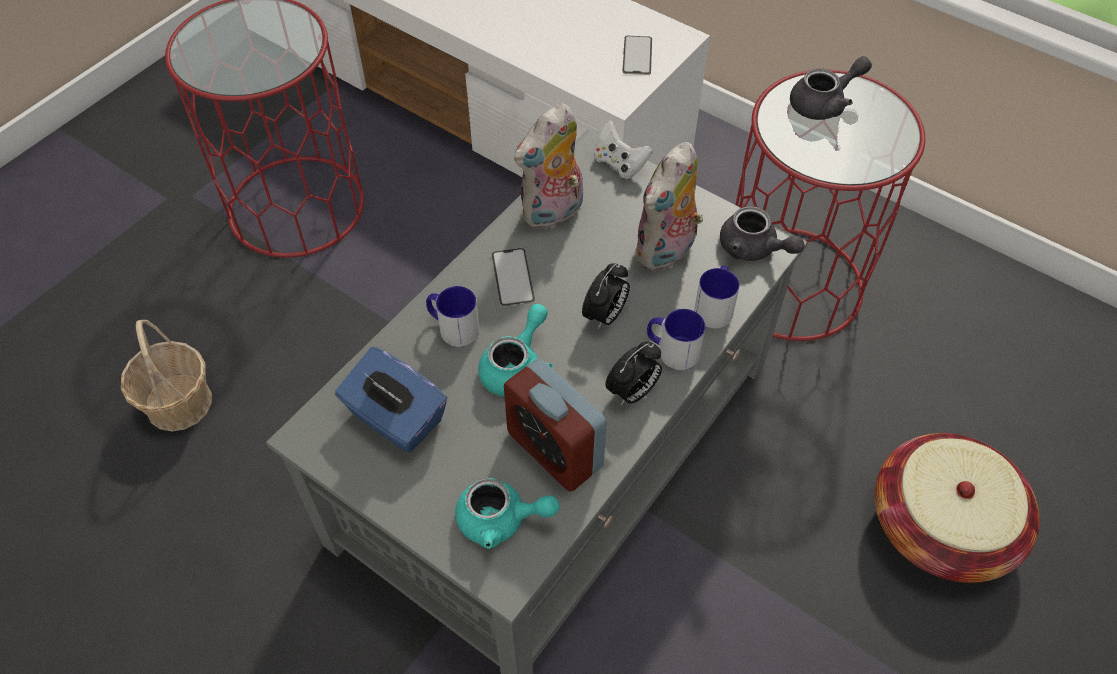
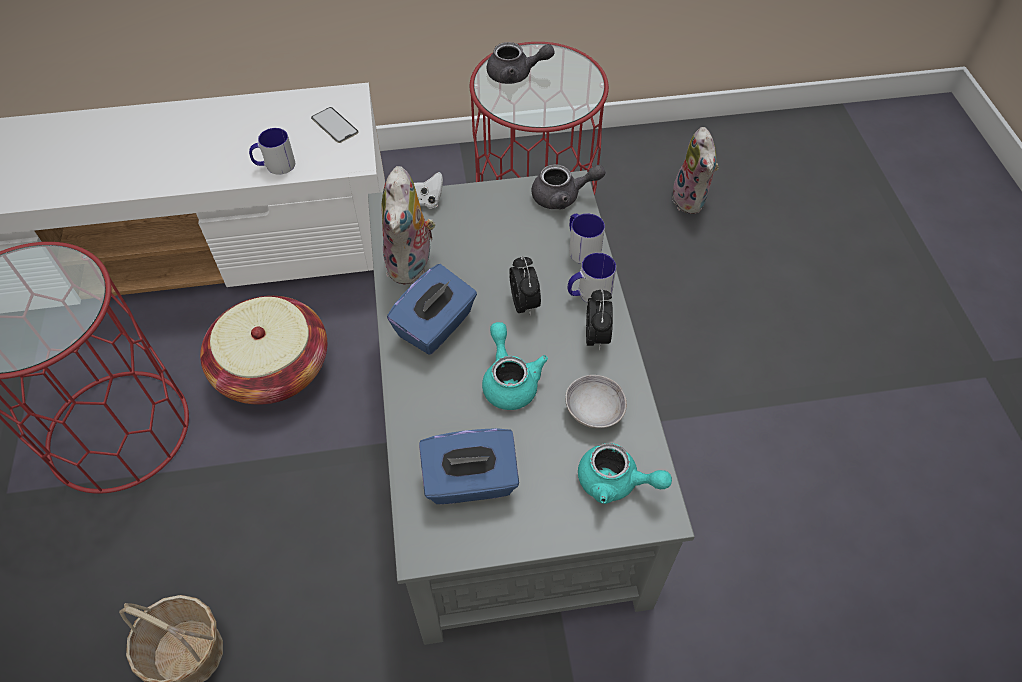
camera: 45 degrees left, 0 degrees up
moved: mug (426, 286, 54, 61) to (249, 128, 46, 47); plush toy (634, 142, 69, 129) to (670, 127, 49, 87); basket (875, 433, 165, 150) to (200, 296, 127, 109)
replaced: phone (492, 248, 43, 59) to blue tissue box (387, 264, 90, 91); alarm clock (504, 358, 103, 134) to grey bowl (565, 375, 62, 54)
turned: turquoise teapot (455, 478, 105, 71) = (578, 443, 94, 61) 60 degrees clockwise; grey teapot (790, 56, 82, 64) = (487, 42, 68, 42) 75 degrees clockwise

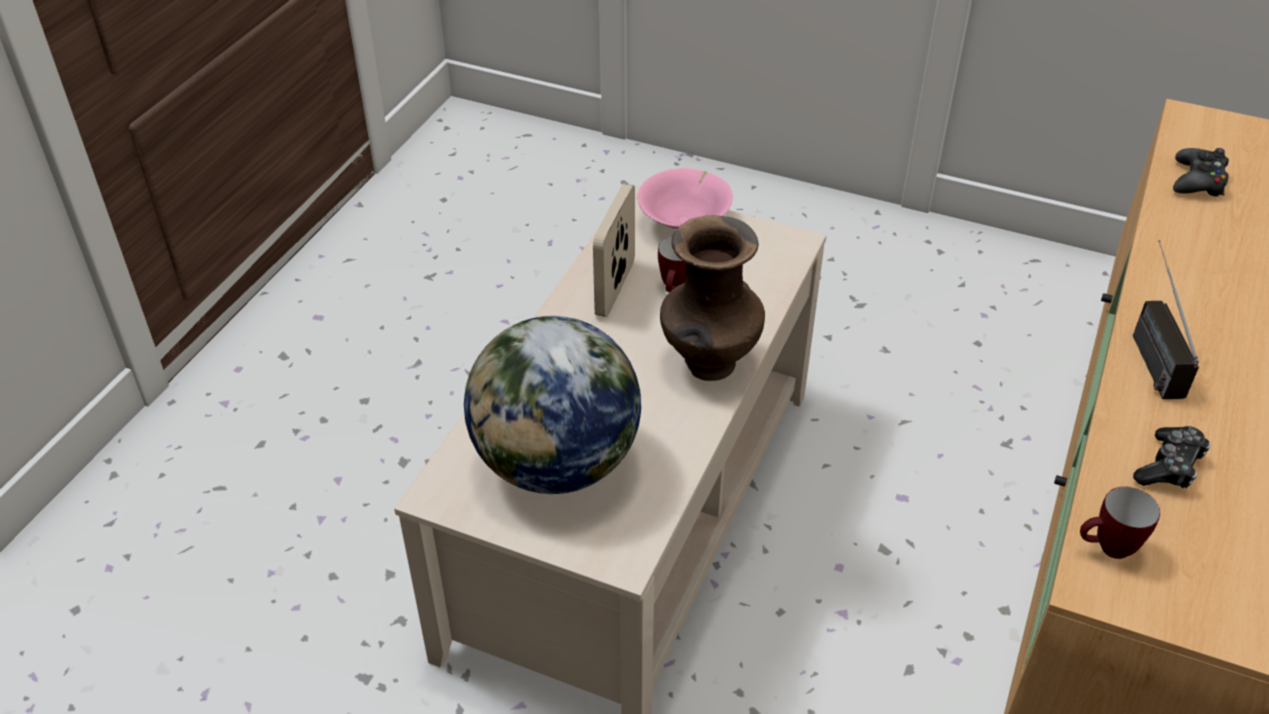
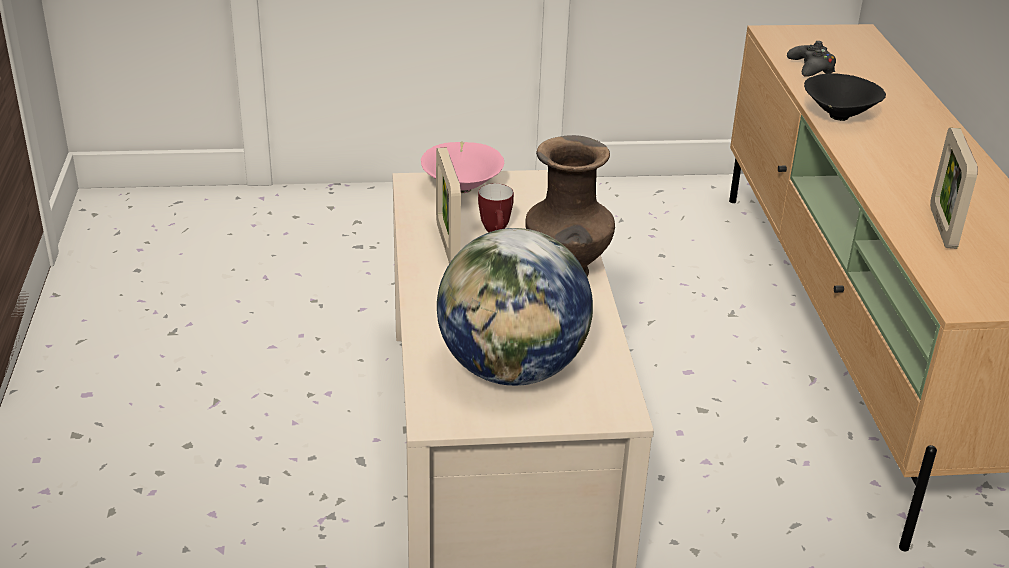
camera: 30 degrees left, 10 degrees down
removed: mug (1080, 487, 80, 72); radio (1133, 240, 66, 159)
added: black bowl (804, 73, 82, 48)
replaced: game controller (1133, 426, 78, 63) to picture frame (930, 128, 48, 121)

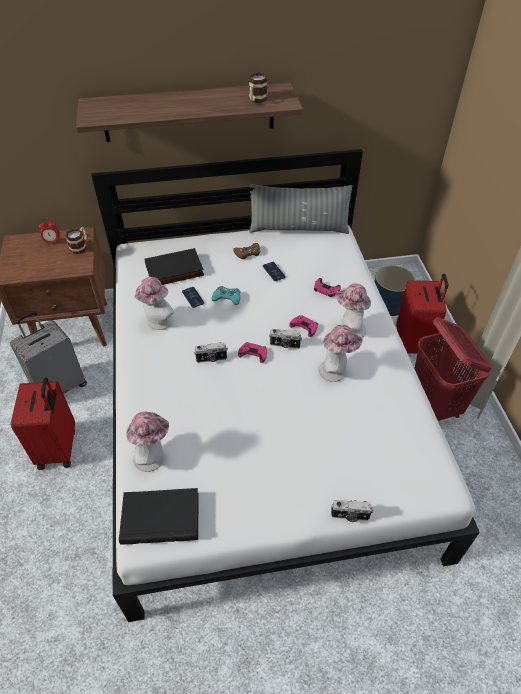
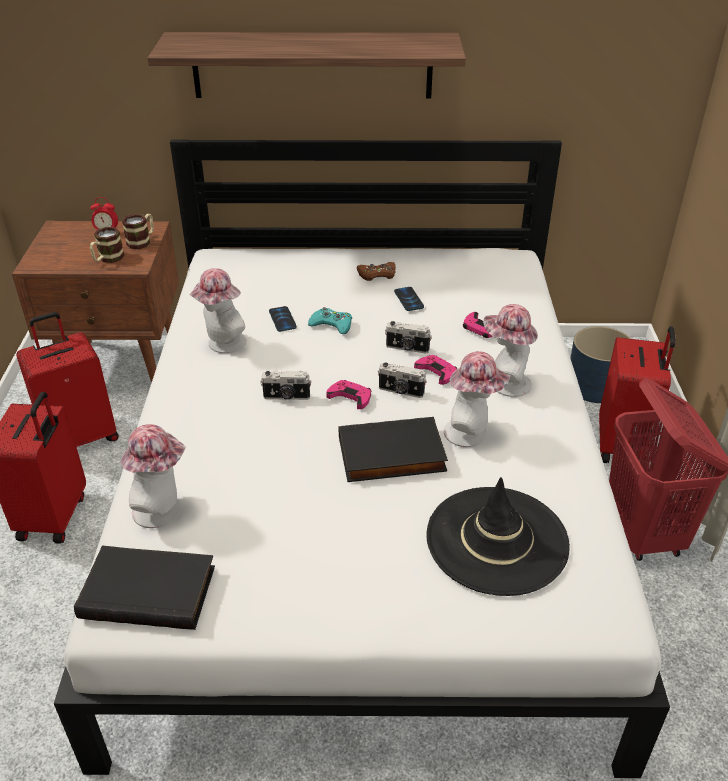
camera: 10 degrees right, 10 degrees down
removed: grey pillow (249, 184, 103, 50)
added: black hat (426, 477, 144, 119)
moved: black book (144, 248, 60, 37) to (339, 417, 109, 65); mug (249, 73, 18, 30) to (90, 227, 35, 36); photo camera (331, 500, 42, 22) to (385, 321, 47, 33)
recoloured: grey suitcase (10, 311, 77, 83) to red suitcase (16, 312, 103, 135)

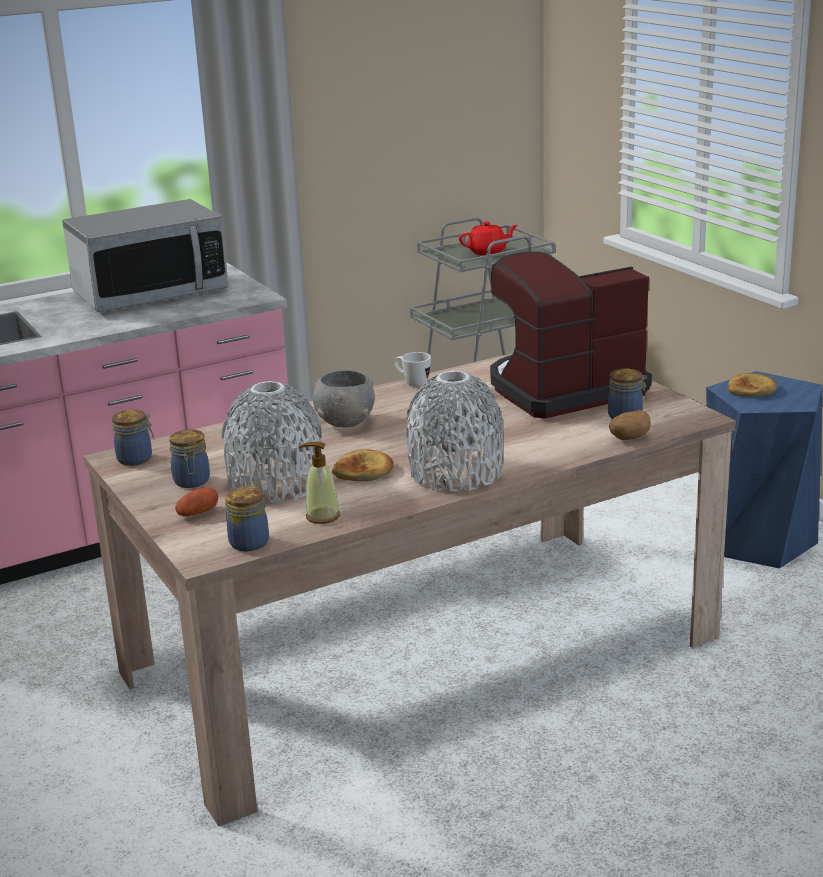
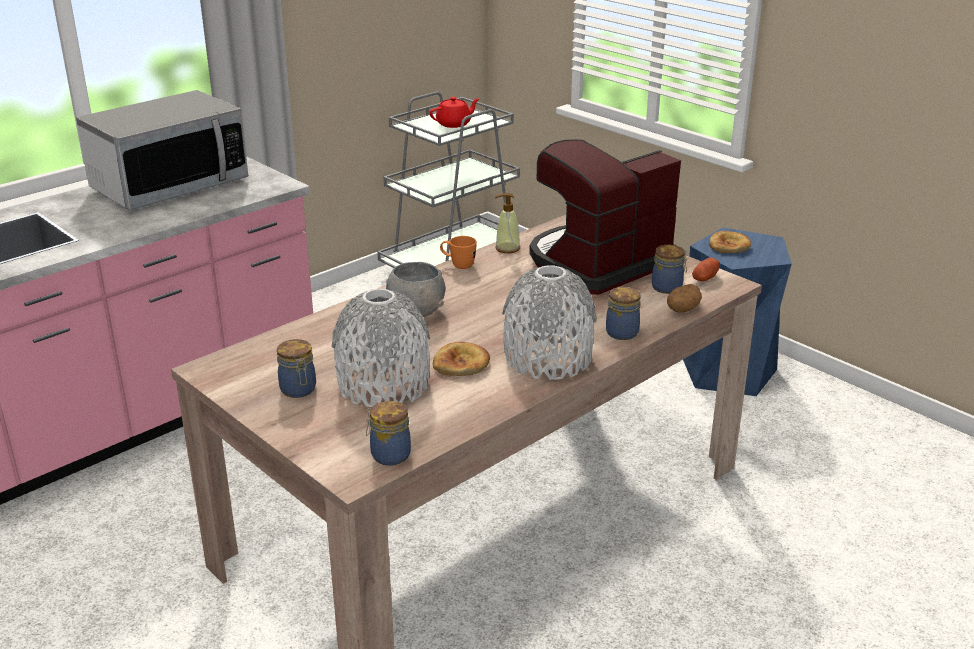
camera: 15 degrees left, 5 degrees up
moved: jar (112, 410, 43, 56) to (606, 287, 35, 53); potato (175, 487, 43, 29) to (692, 258, 28, 23); soap dispenser (299, 442, 41, 82) to (495, 193, 25, 60)
recoloured: white mug (394, 352, 37, 35) to orange mug (440, 236, 37, 33)

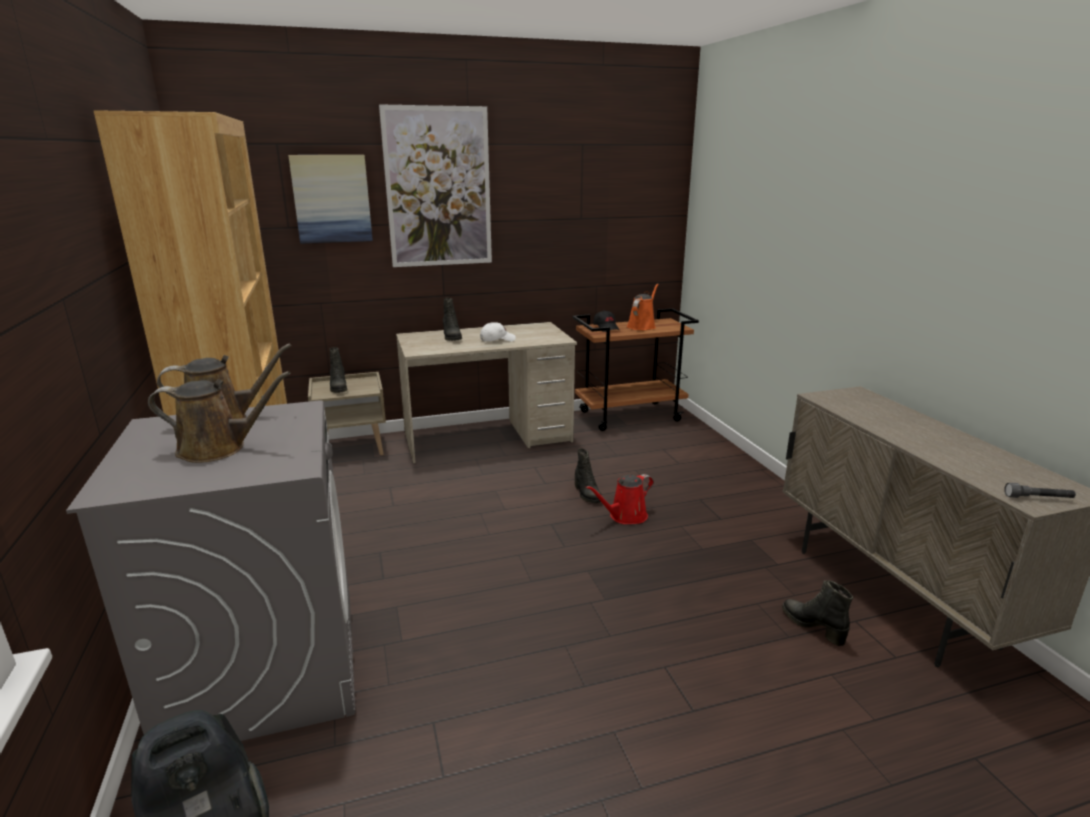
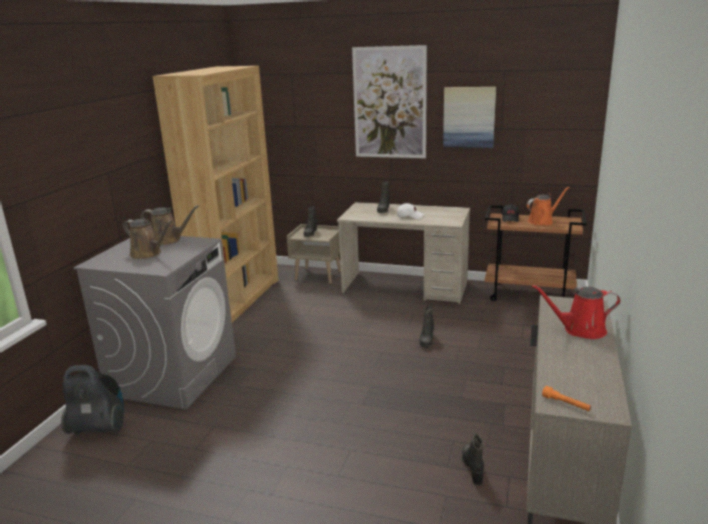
camera: 35 degrees right, 0 degrees up
moved: picture (288, 155, 85, 89) to (443, 87, 53, 61); red watering can (586, 474, 68, 50) to (532, 285, 89, 54)
recoloured: grey flashlight (1004, 483, 72, 15) to orange flashlight (542, 386, 49, 25)

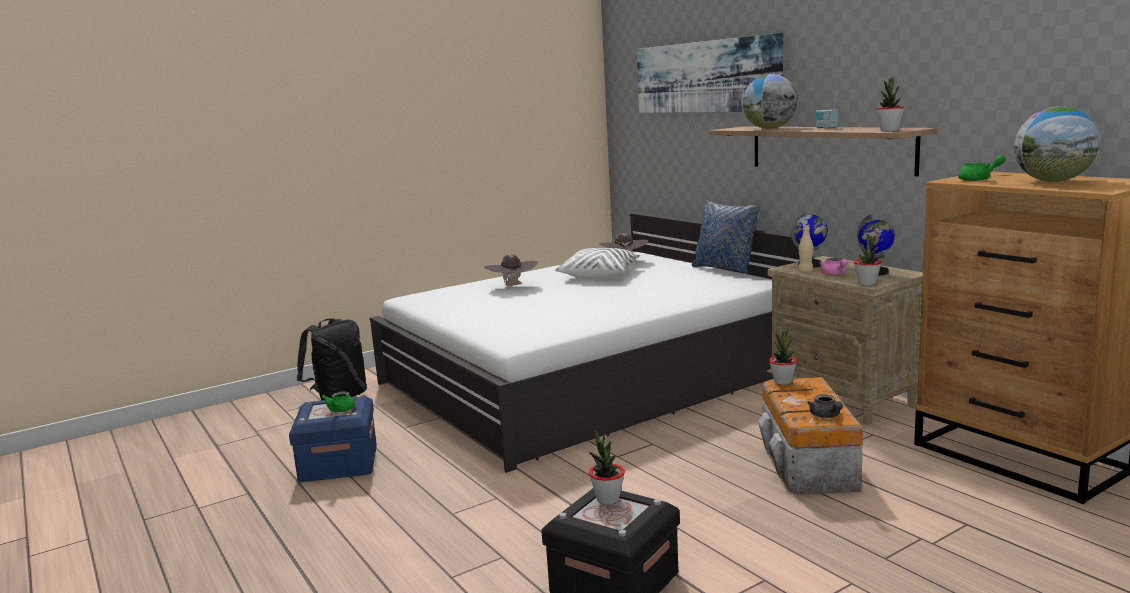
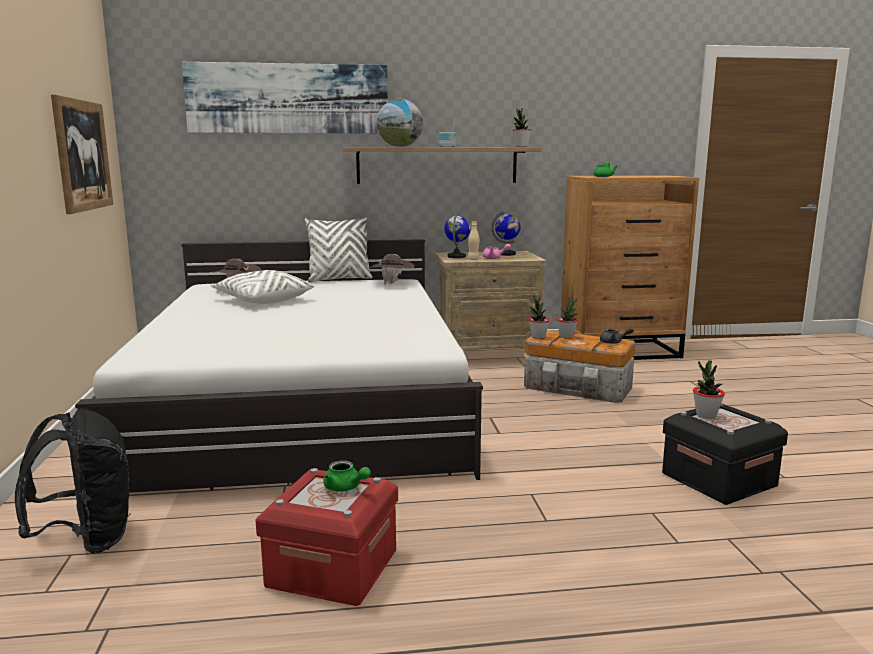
camera: 65 degrees left, 0 degrees up
removed: globe (1014, 106, 86, 76)
added: picture (51, 95, 62, 119)
moved: brown hat (484, 254, 54, 32) to (371, 254, 43, 30); potted plant (854, 234, 28, 52) to (557, 297, 21, 42)
recoloured: blue storage box (289, 395, 88, 88) to red storage box (255, 468, 143, 138); blue pillow (692, 200, 69, 74) to white pillow (305, 218, 68, 65)

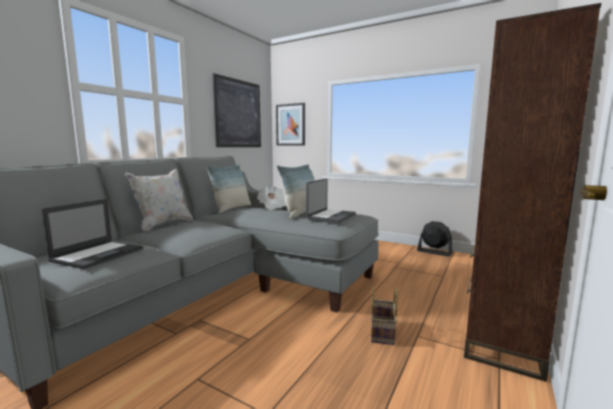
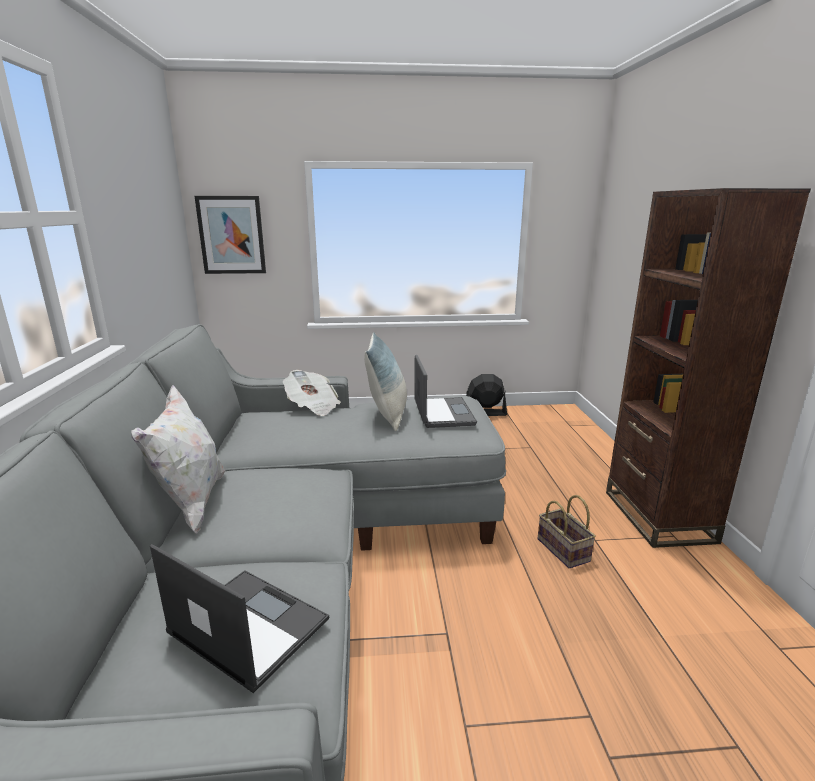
camera: 35 degrees left, 10 degrees up
removed: pillow (206, 165, 45, 48); picture (212, 73, 49, 74)
turned: laptop (42, 199, 101, 70) = (150, 544, 179, 149) 45 degrees counterclockwise

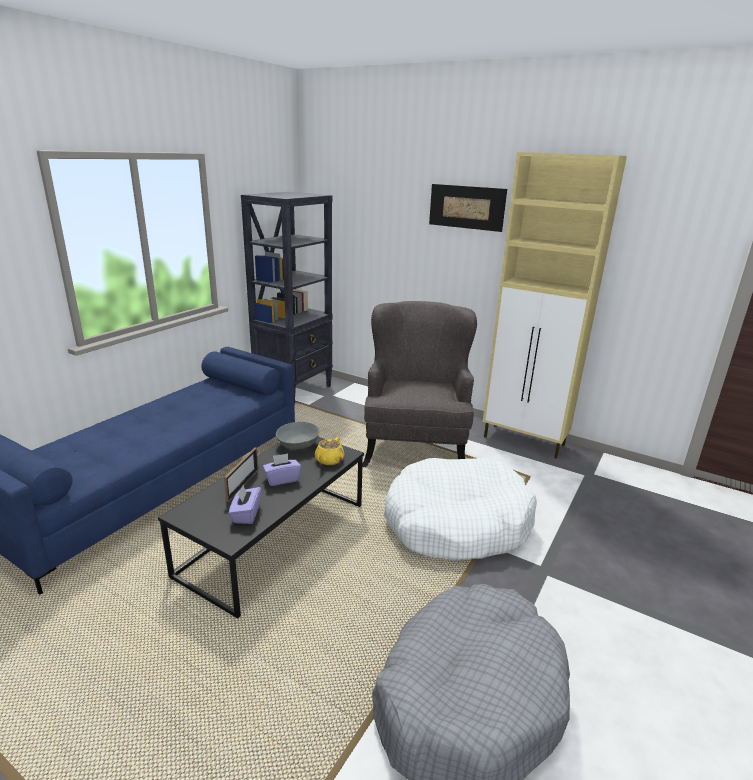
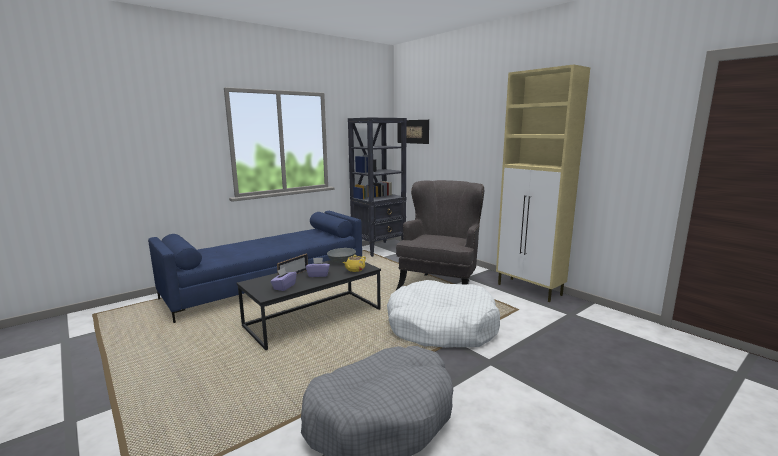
camera: 20 degrees right, 10 degrees down
moved: picture (429, 184, 78, 48) to (397, 120, 32, 24)

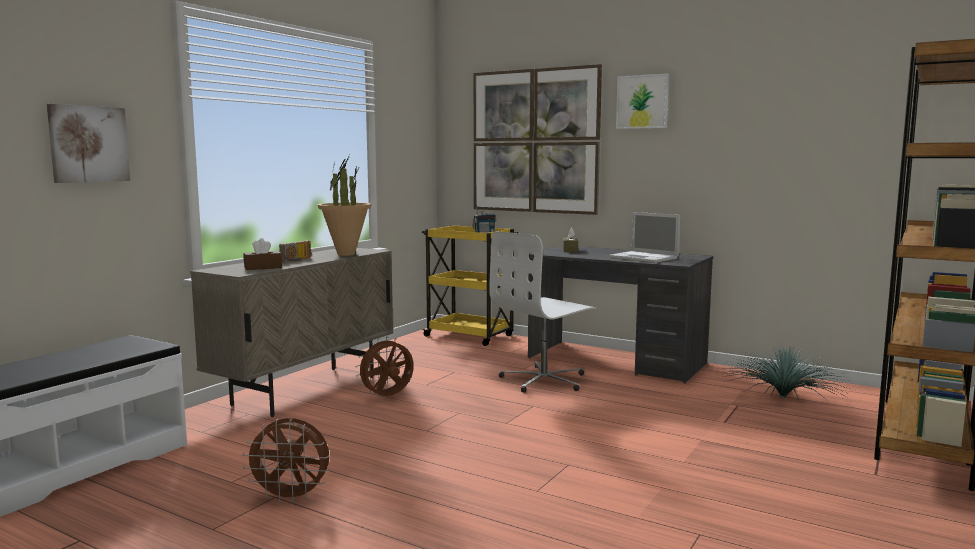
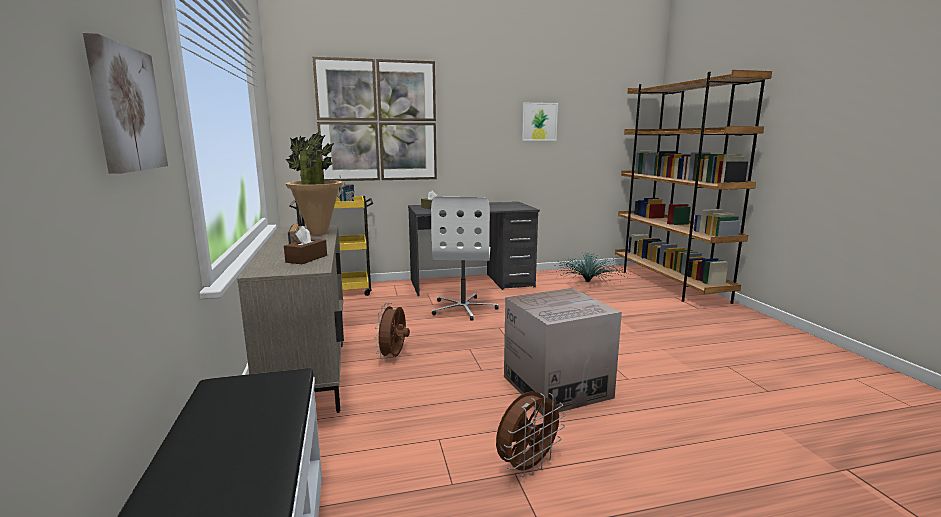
camera: 45 degrees left, 5 degrees up
removed: laptop (609, 212, 71, 51)
added: cardboard box (504, 288, 118, 128)
moved: picture (616, 73, 53, 56) to (522, 103, 36, 38)

